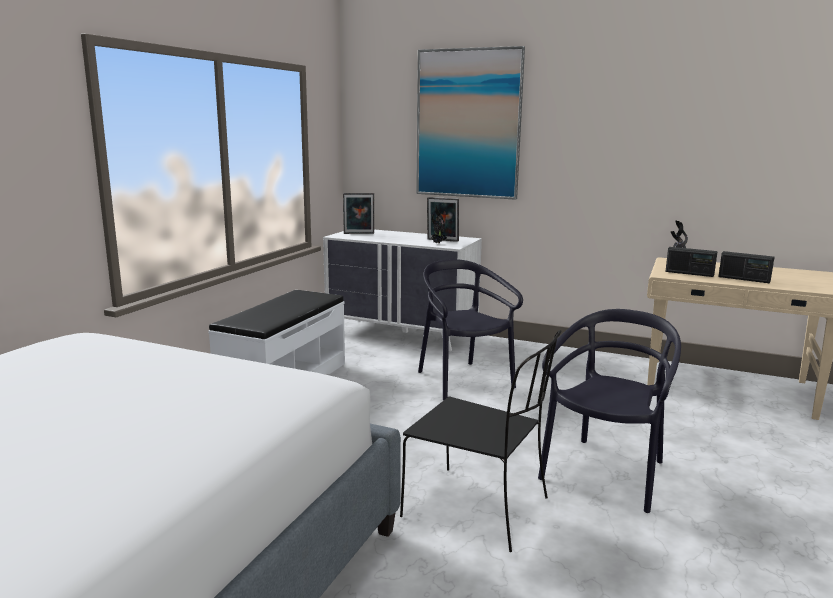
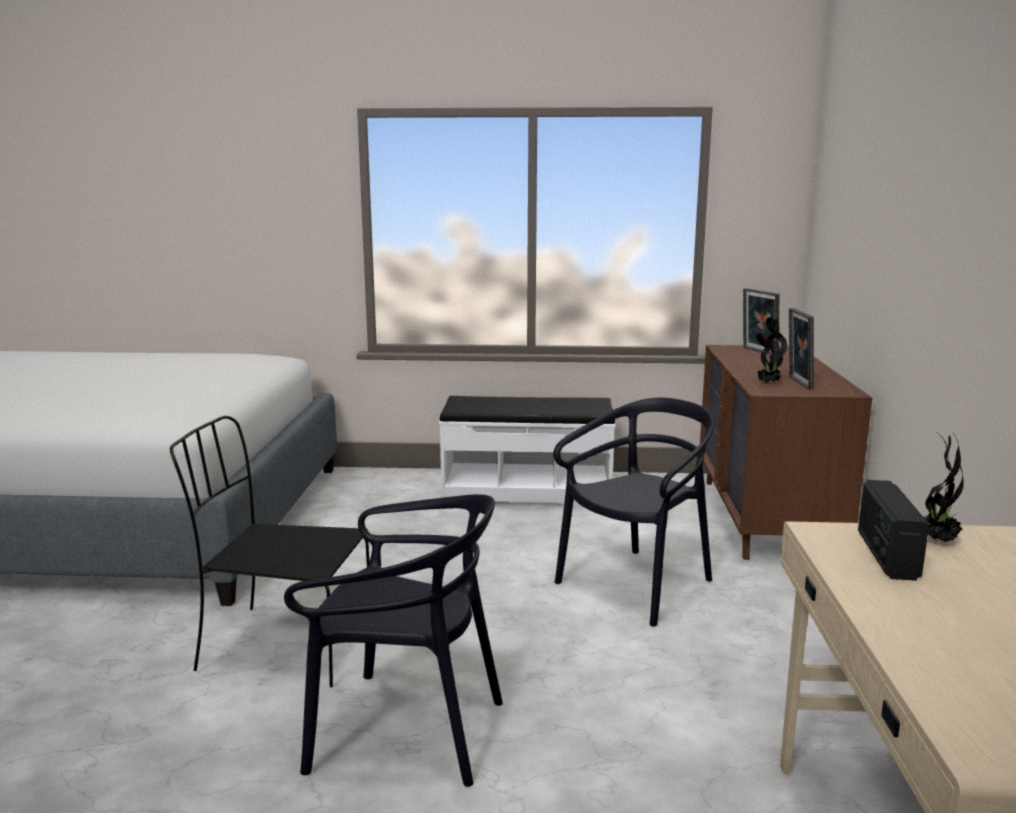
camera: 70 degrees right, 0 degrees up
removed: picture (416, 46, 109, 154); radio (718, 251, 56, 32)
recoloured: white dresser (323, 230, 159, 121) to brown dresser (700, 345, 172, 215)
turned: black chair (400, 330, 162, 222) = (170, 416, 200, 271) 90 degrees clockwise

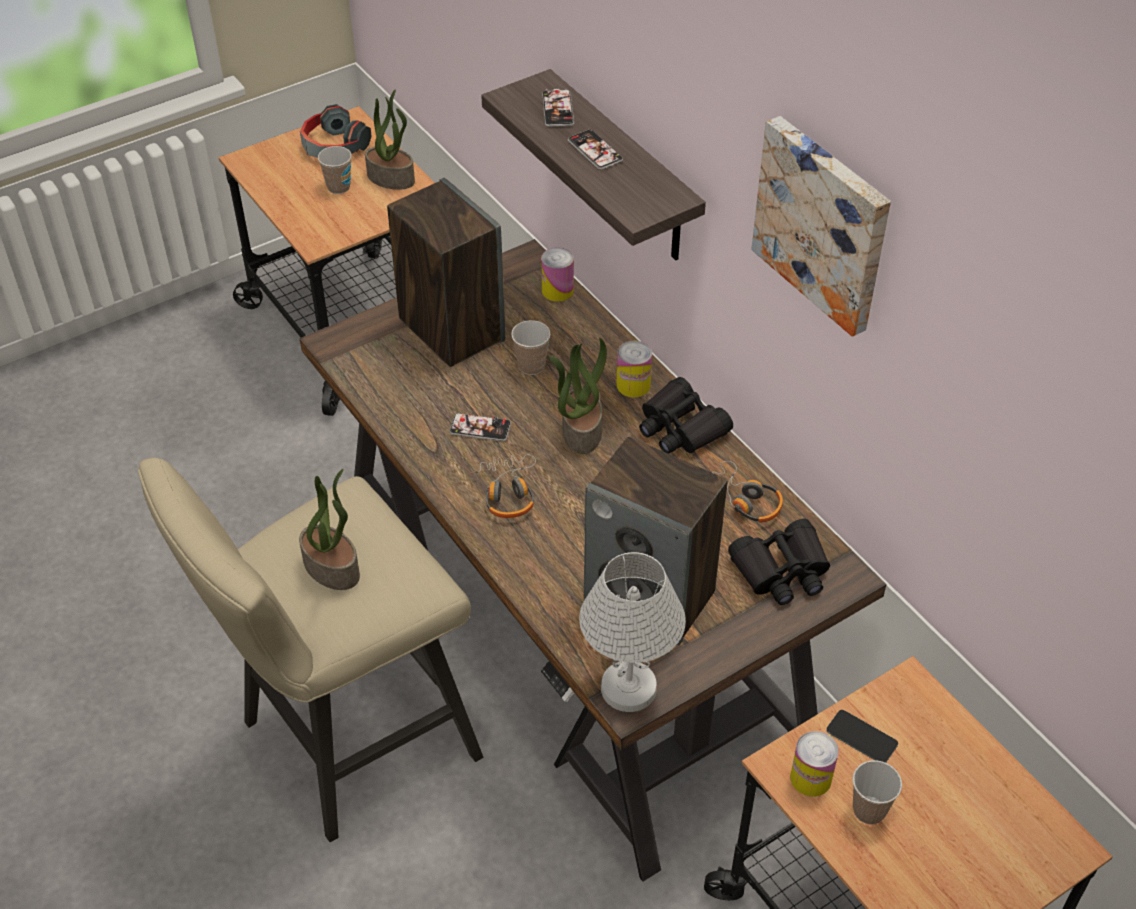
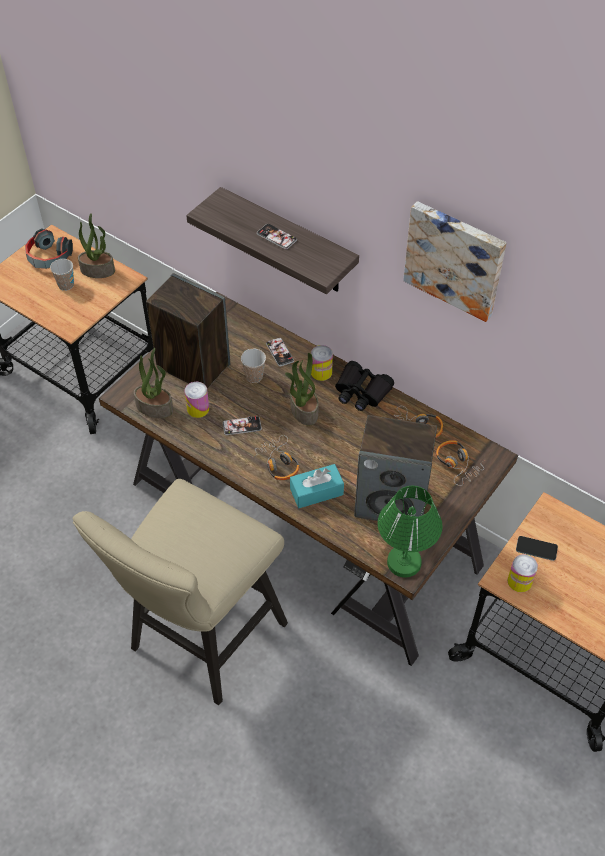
camera: 20 degrees left, 5 degrees up
removed: cup (853, 760, 49, 64)
added: turquoise tissue box (290, 464, 54, 44)
moved: potted plant (299, 469, 61, 121) to (133, 348, 40, 70); can (541, 247, 33, 55) to (185, 382, 24, 36); phone (542, 89, 32, 38) to (266, 338, 28, 29)
replaced: black binoculars (728, 519, 102, 86) to headphones (436, 440, 49, 46)
recoloured: white table lamp (579, 552, 107, 160) to green table lamp (378, 486, 64, 92)

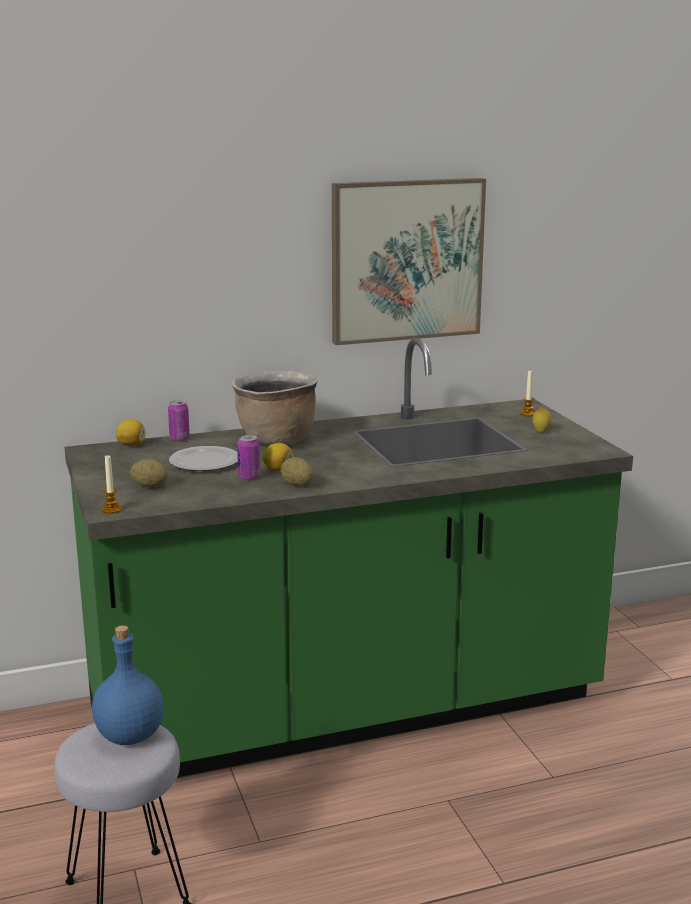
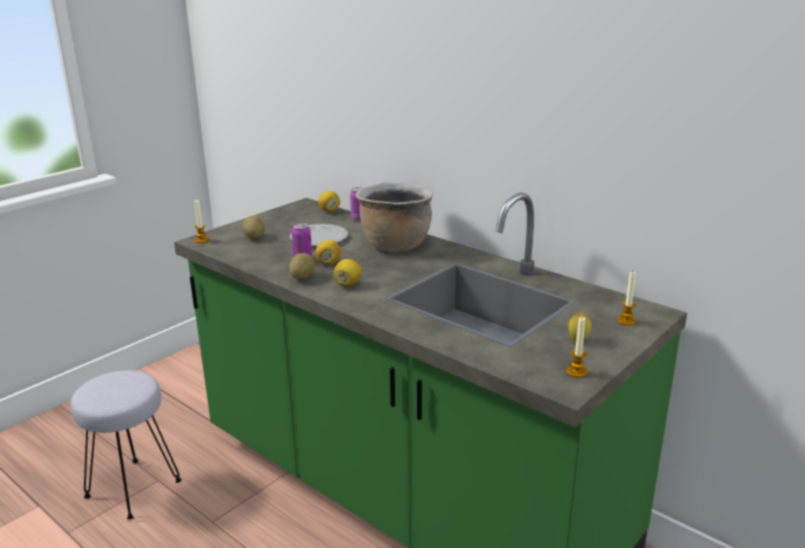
camera: 60 degrees right, 5 degrees up
removed: blue bottle (92, 625, 72, 120); picture (332, 178, 154, 167)
added: lemon (334, 259, 27, 27); candle (566, 316, 22, 62)

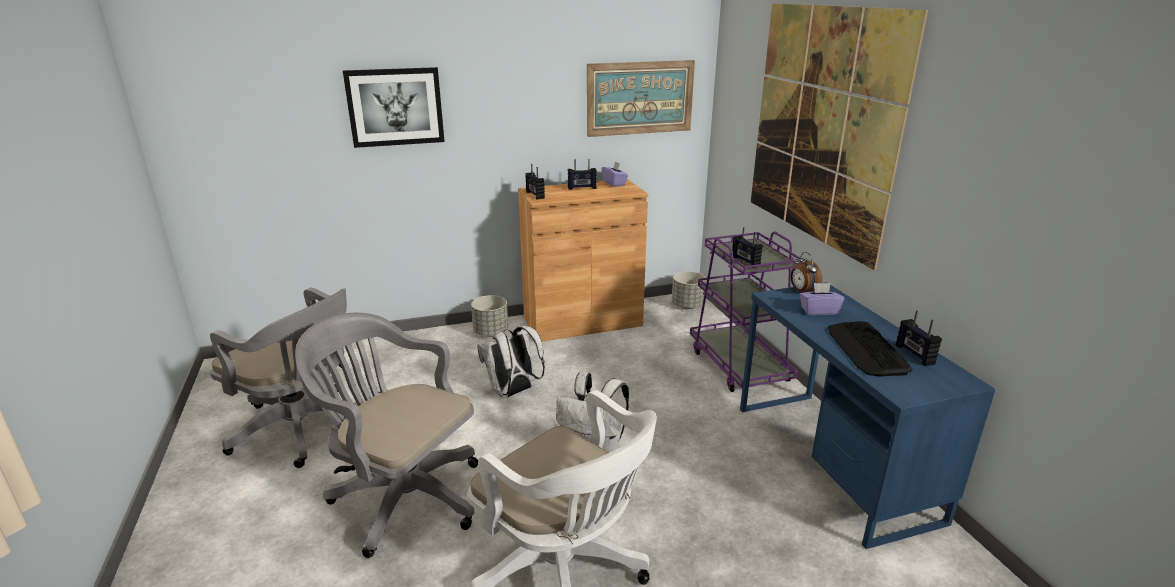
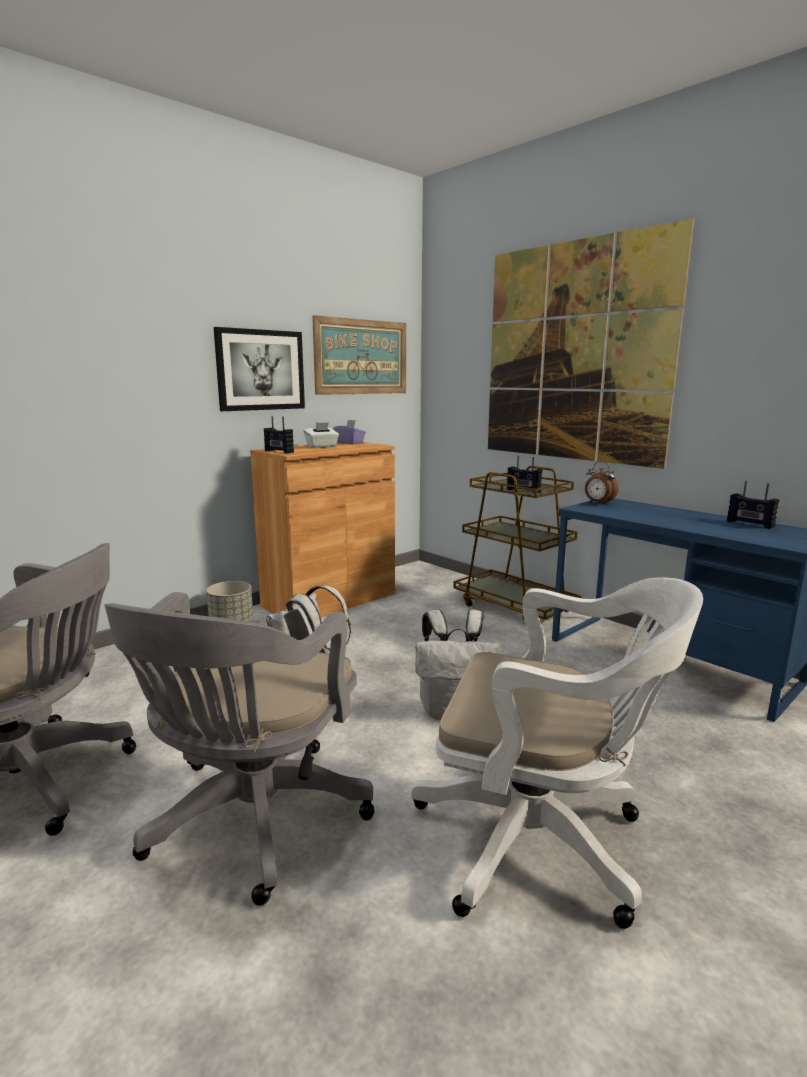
camera: 25 degrees left, 10 degrees down
removed: grey planter (672, 271, 34, 38); purple tissue box (799, 283, 46, 32); keyboard (828, 321, 85, 56)
moved: picture (343, 67, 102, 81) to (214, 327, 91, 84)
replaced: radio (568, 159, 29, 31) to white tissue box (304, 422, 35, 26)
recoloured: purple cart (690, 231, 113, 161) to brown cart (453, 466, 129, 154)
turned: grey office chair (295, 313, 183, 245) = (105, 592, 269, 313) 75 degrees counterclockwise

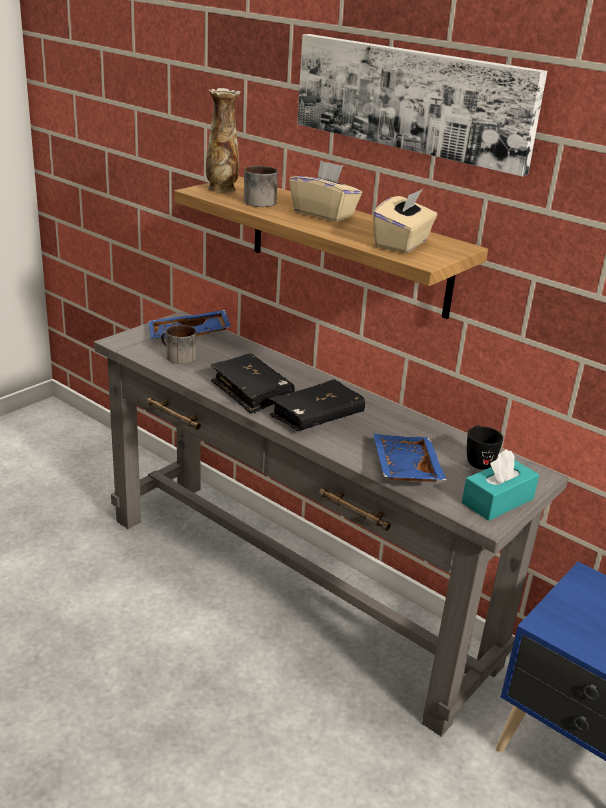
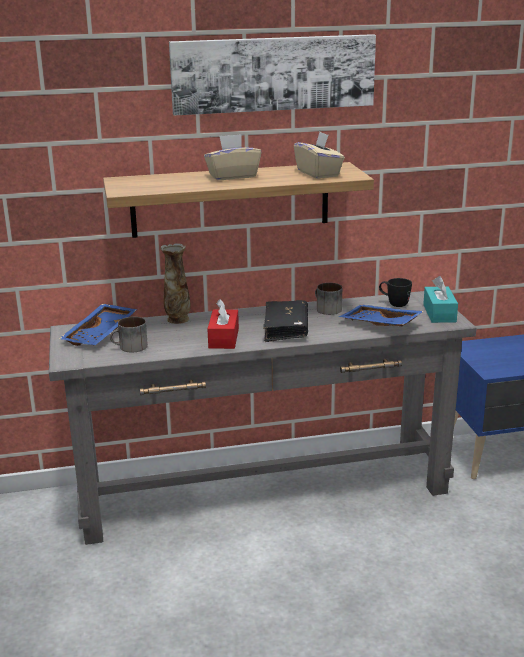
camera: 50 degrees left, 5 degrees down
moved: vase (206, 88, 35, 105) to (161, 243, 29, 81); mug (244, 166, 34, 41) to (315, 283, 27, 32)
replaced: black book (211, 354, 84, 60) to red tissue box (208, 299, 31, 50)

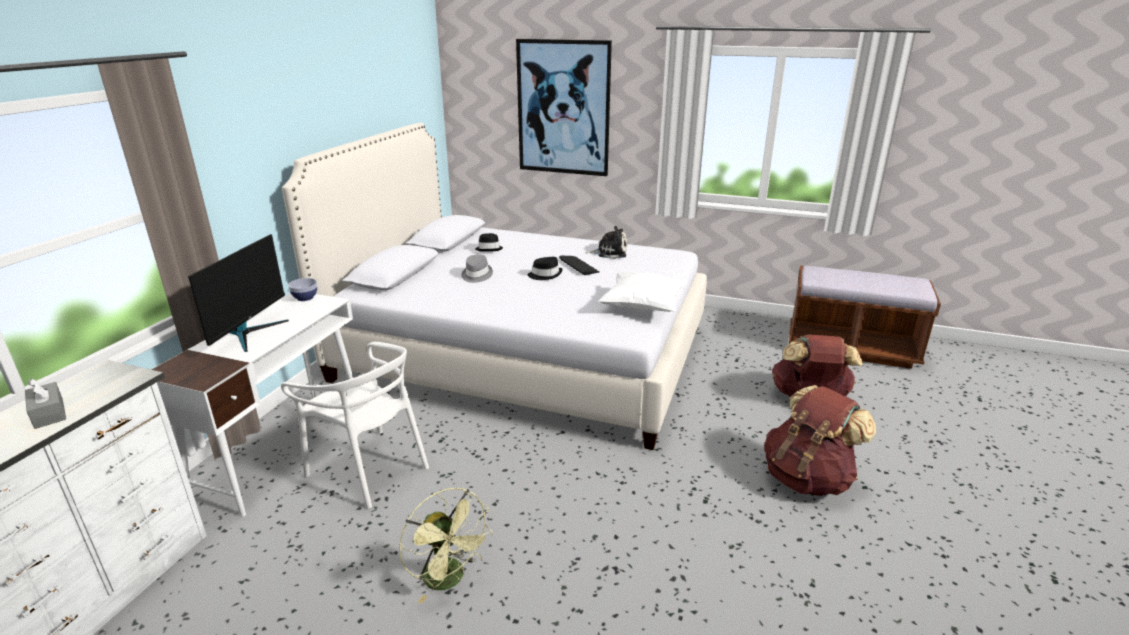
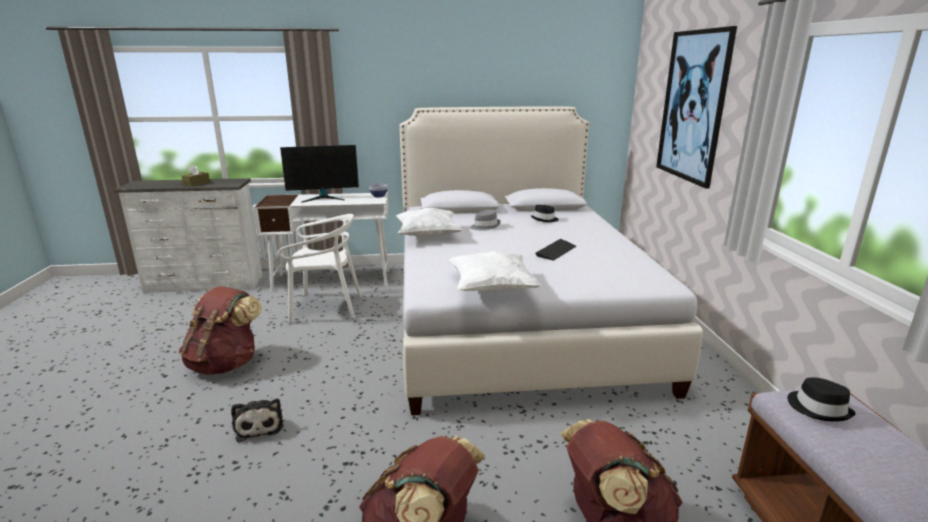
camera: 65 degrees right, 5 degrees down
added: white pillow (396, 208, 67, 29)
moved: black hat (528, 257, 35, 23) to (788, 377, 68, 45); plush toy (586, 226, 41, 33) to (231, 399, 52, 43)
replaced: green fan (399, 488, 94, 116) to brown backpack (179, 286, 83, 89)
recoloured: grey tissue box (25, 379, 41, 50) to brown tissue box (182, 165, 28, 21)
turned: white chair (281, 342, 148, 166) = (278, 214, 84, 109) 105 degrees counterclockwise

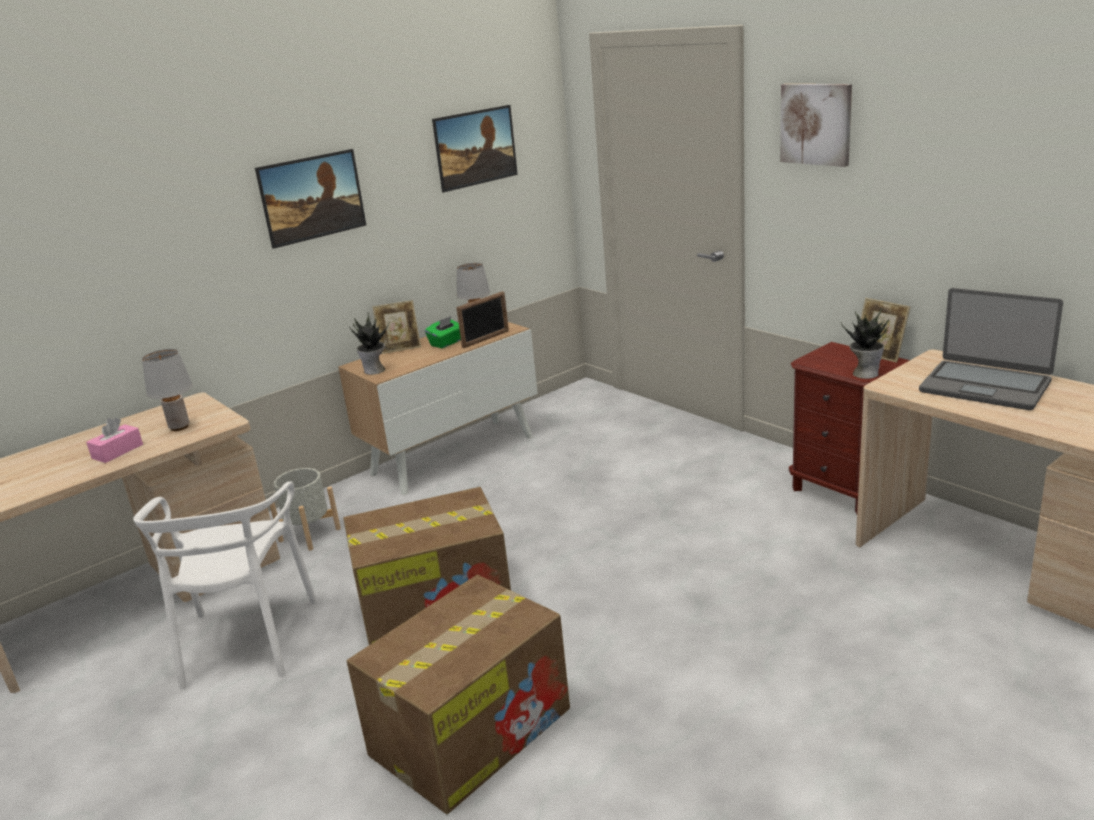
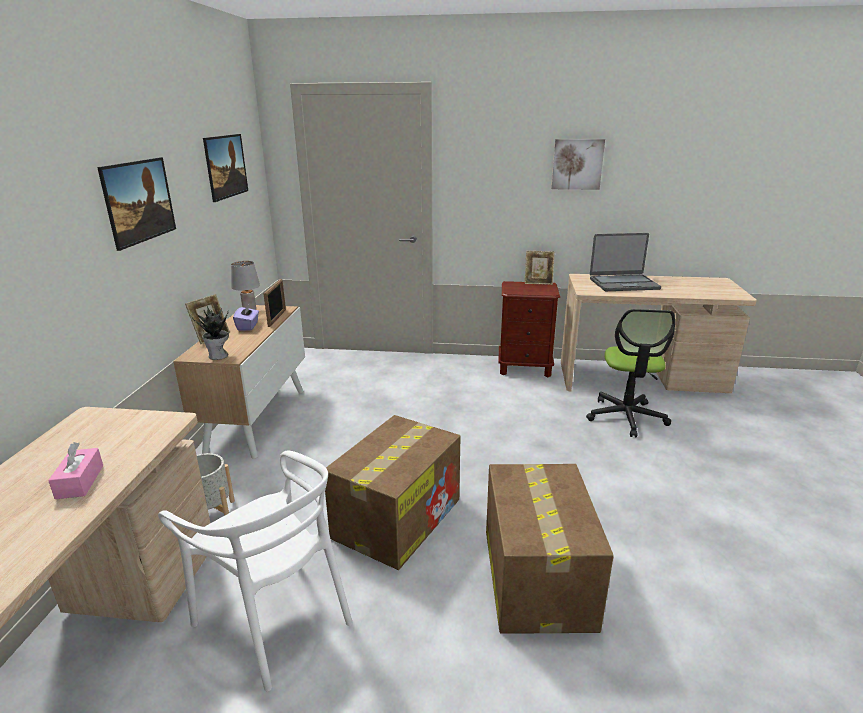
camera: 45 degrees left, 0 degrees up
removed: grey table lamp (142, 349, 51, 82); potted plant (841, 309, 48, 70)
added: office chair (586, 309, 89, 128)
moved: picture (780, 84, 72, 83) to (551, 139, 54, 51)
recoloured: green tissue box (425, 316, 36, 32) to purple tissue box (233, 304, 26, 27)

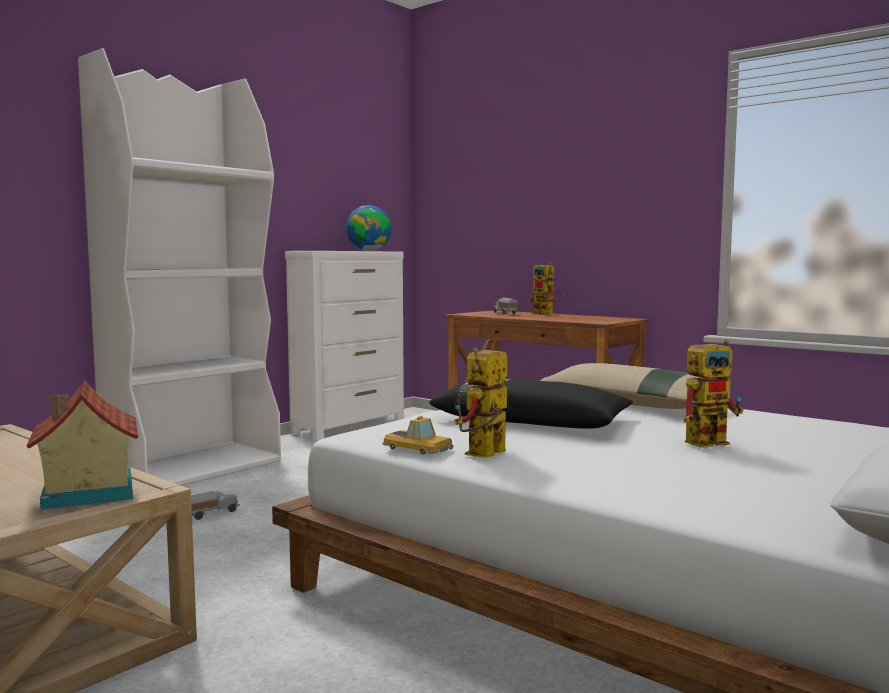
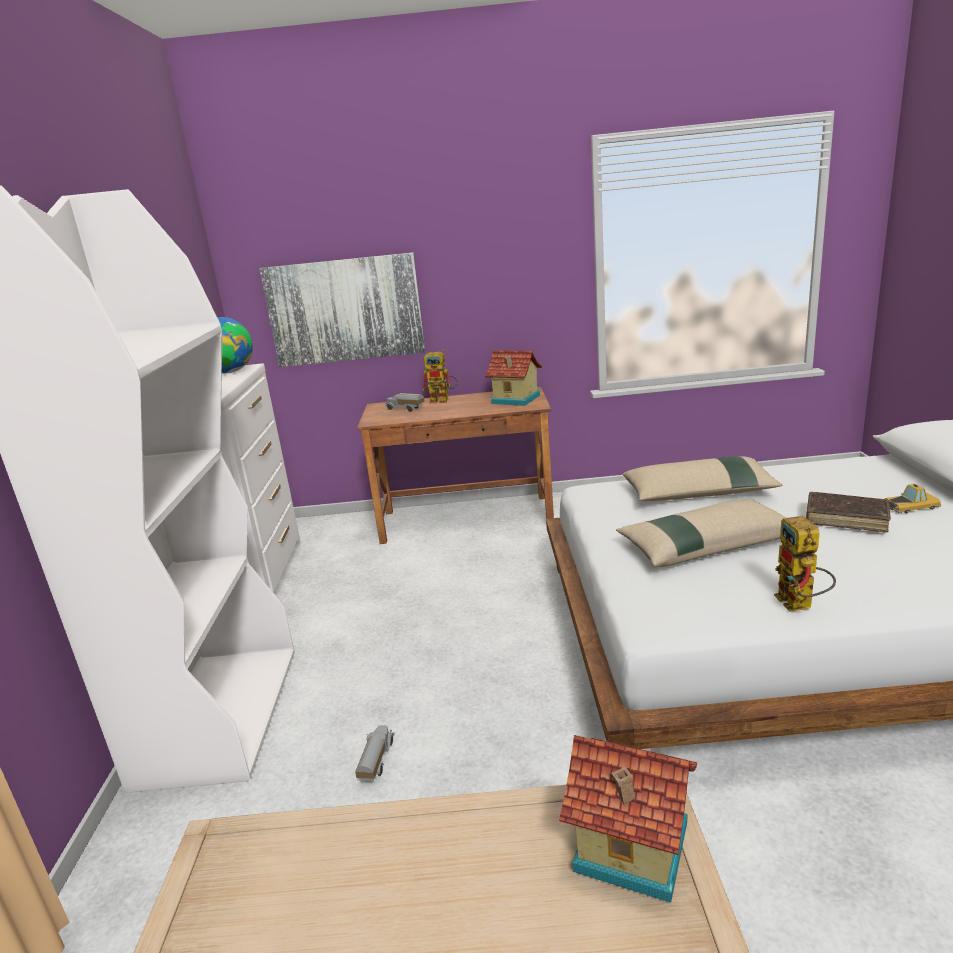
camera: 40 degrees left, 15 degrees up
added: picture (259, 253, 166, 114); toy house (485, 350, 57, 56)
moved: toy car (382, 416, 71, 39) to (885, 484, 56, 29)
replaced: toy robot (684, 339, 60, 109) to brown book (806, 492, 85, 40)
recoloured: black pillow (429, 379, 204, 50) to beige pillow (616, 499, 170, 68)

